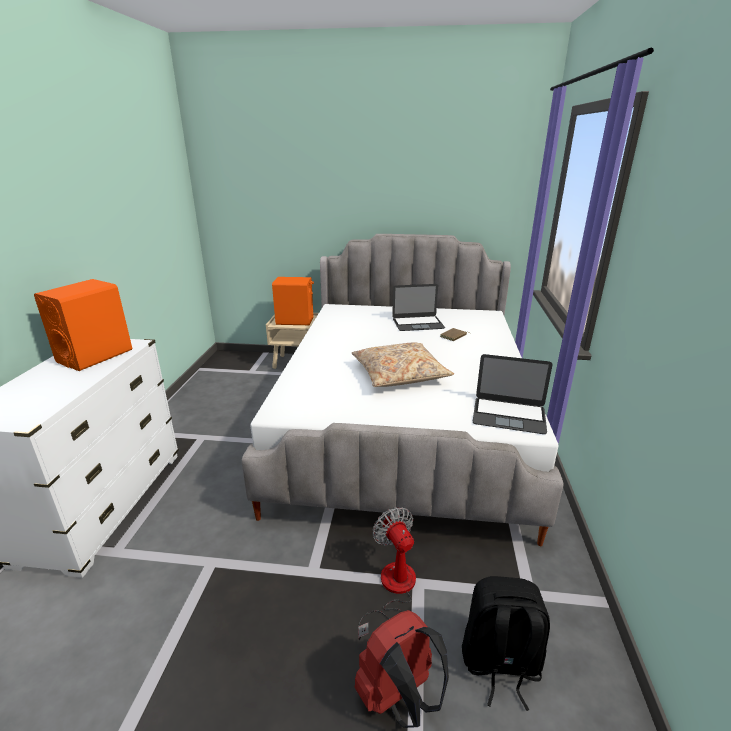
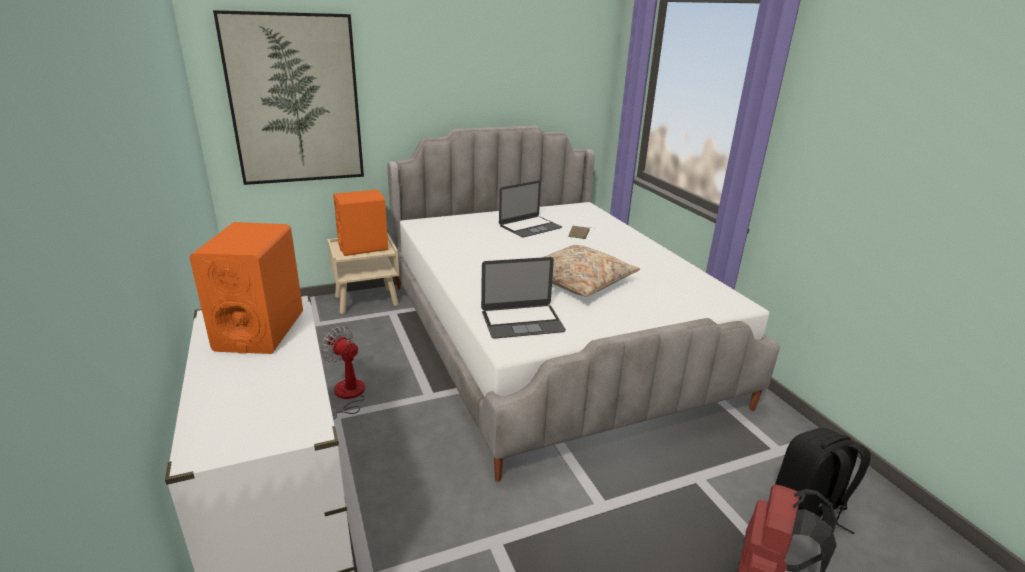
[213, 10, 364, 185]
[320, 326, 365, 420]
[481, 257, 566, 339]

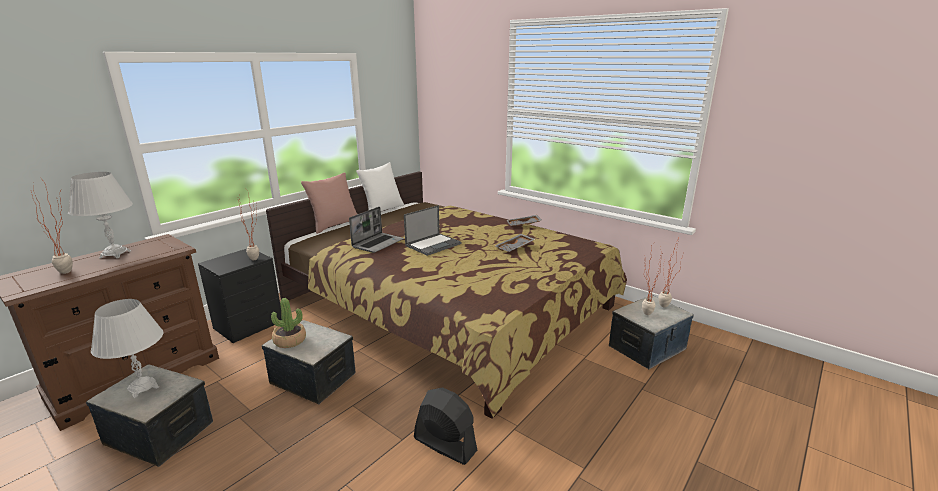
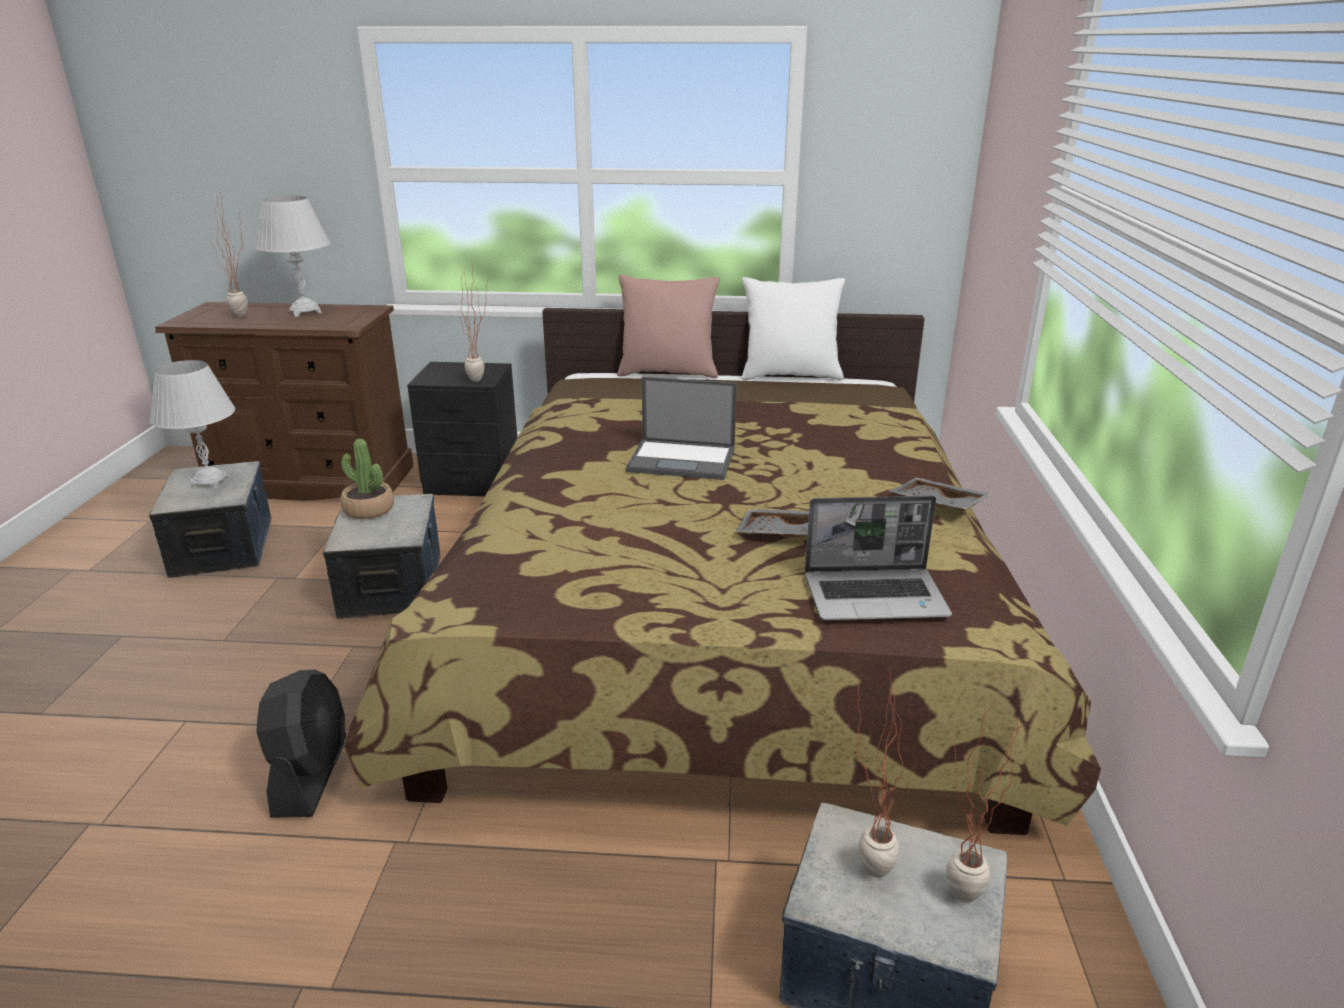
[805, 496, 952, 620]

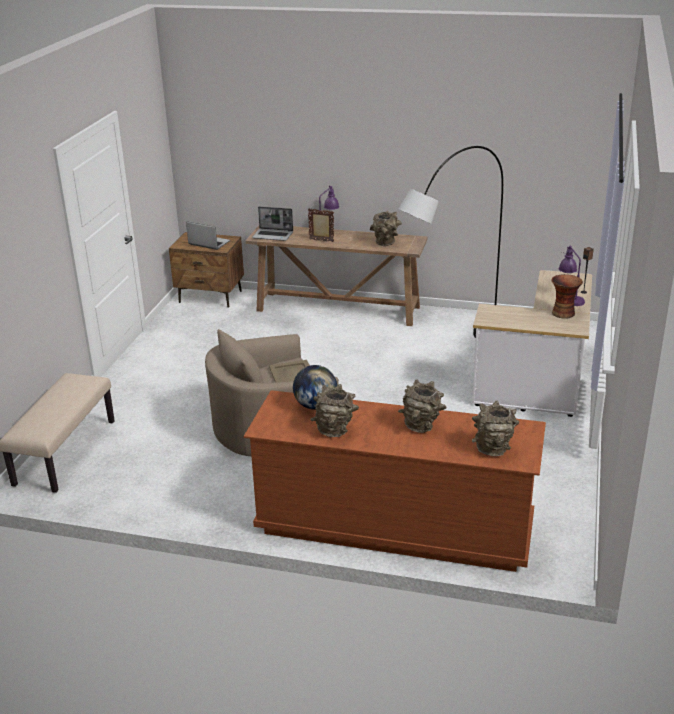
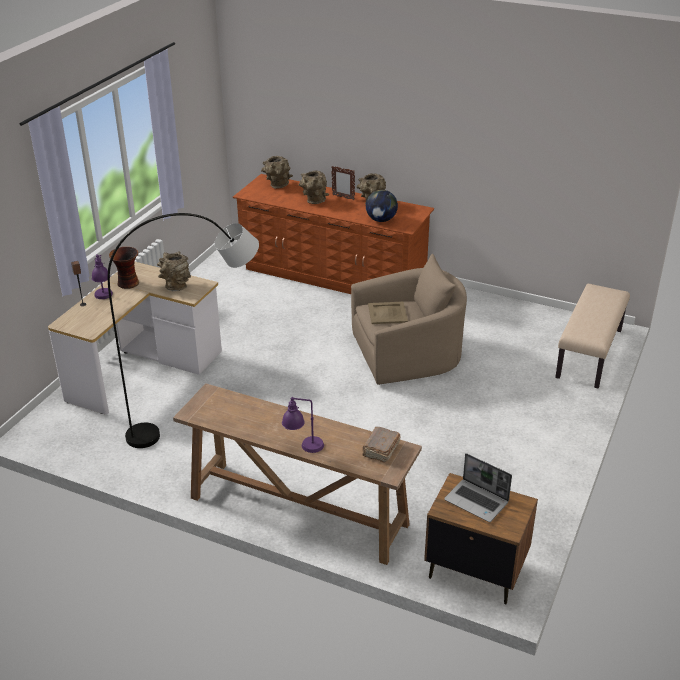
[331, 166, 355, 200]
[157, 251, 191, 291]
[362, 427, 401, 463]

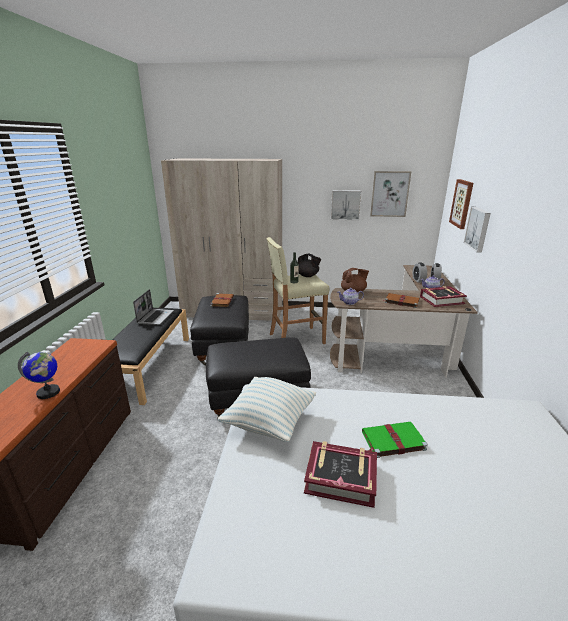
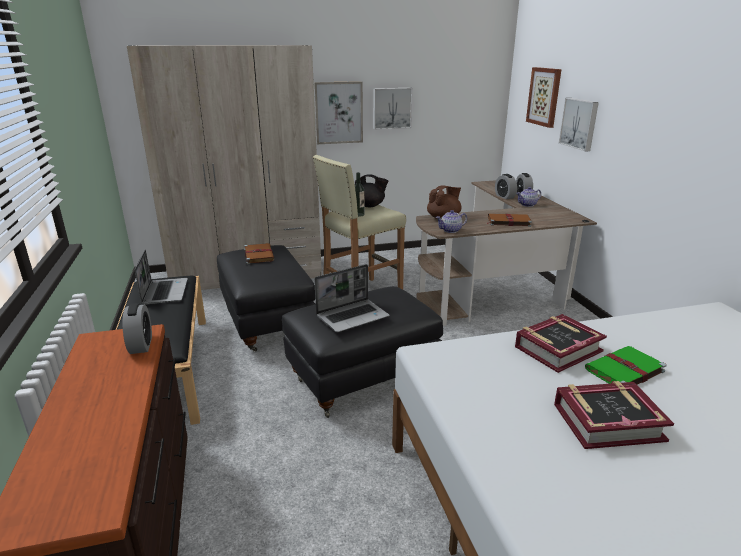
[18, 352, 60, 399] (first image)
[218, 377, 316, 442] (first image)
[122, 303, 152, 354]
[314, 264, 390, 332]
[314, 81, 363, 144]
[515, 314, 607, 373]

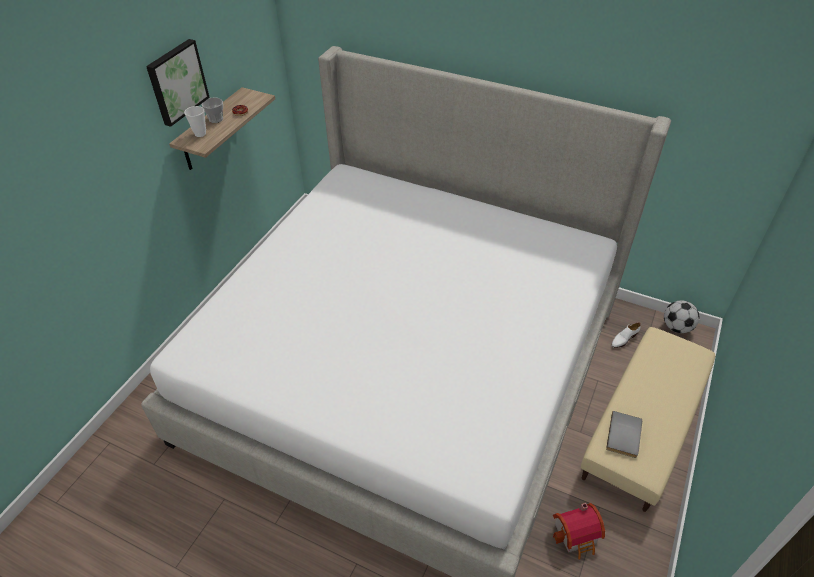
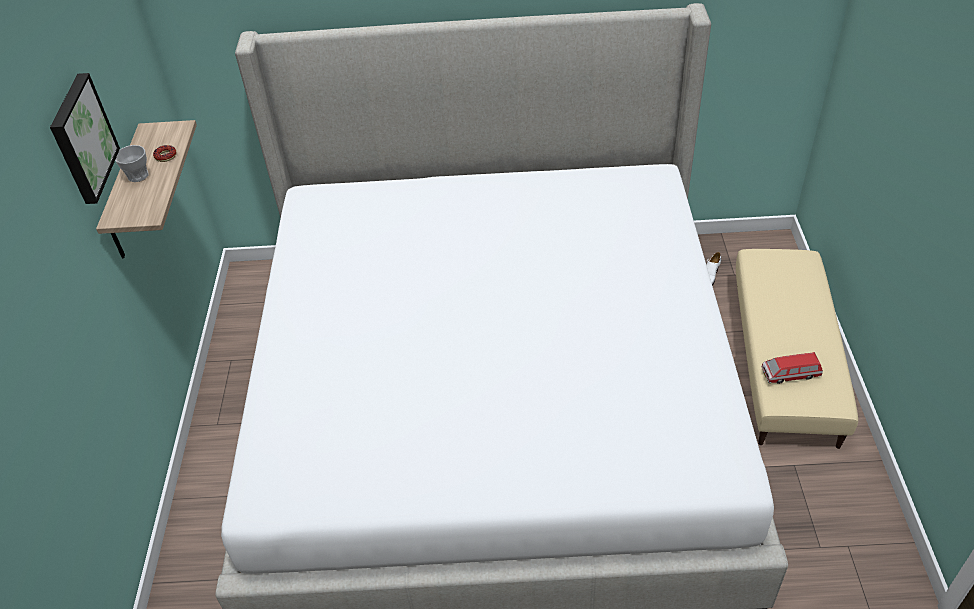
[184, 106, 206, 137] (first image)
[553, 503, 605, 560] (first image)
[664, 300, 699, 333] (first image)
[761, 352, 823, 384]

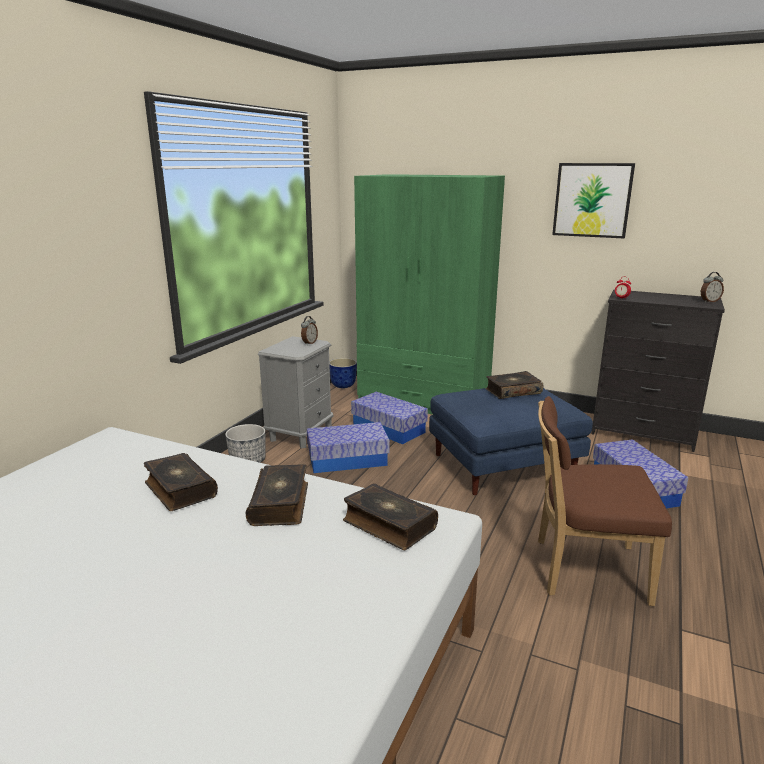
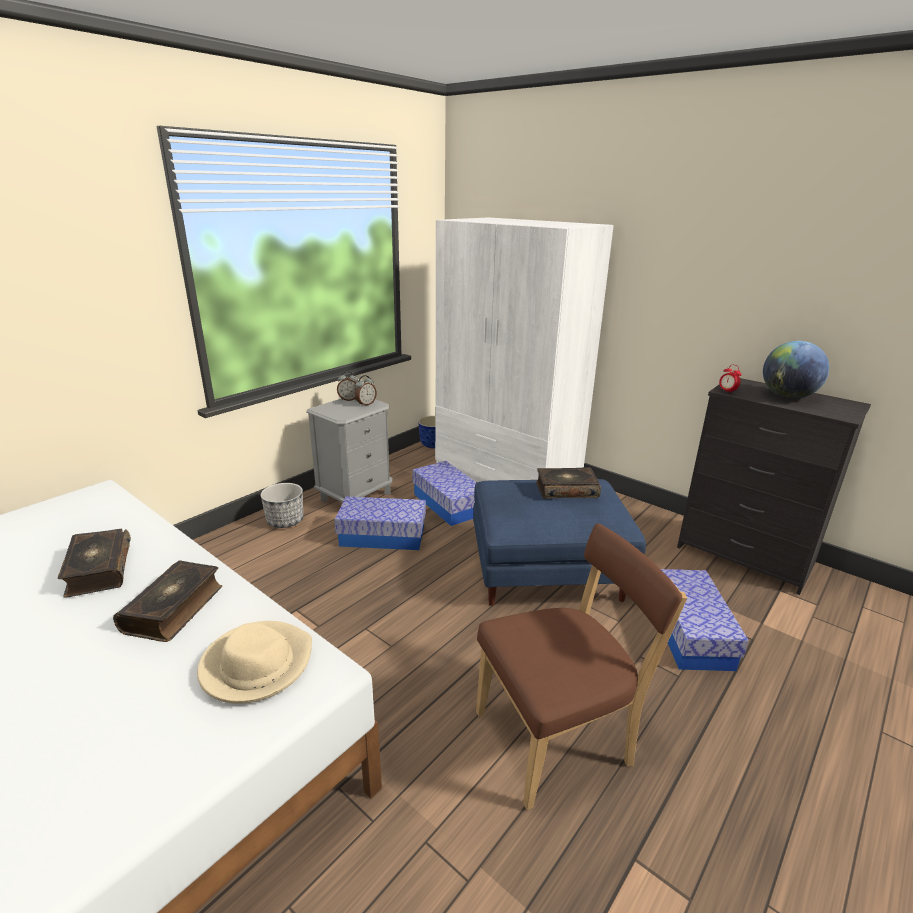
[552, 163, 635, 239] (first image)
[763, 341, 829, 399]
[337, 371, 358, 401]
[197, 621, 312, 704]
[435, 217, 614, 482]
[476, 523, 687, 810]

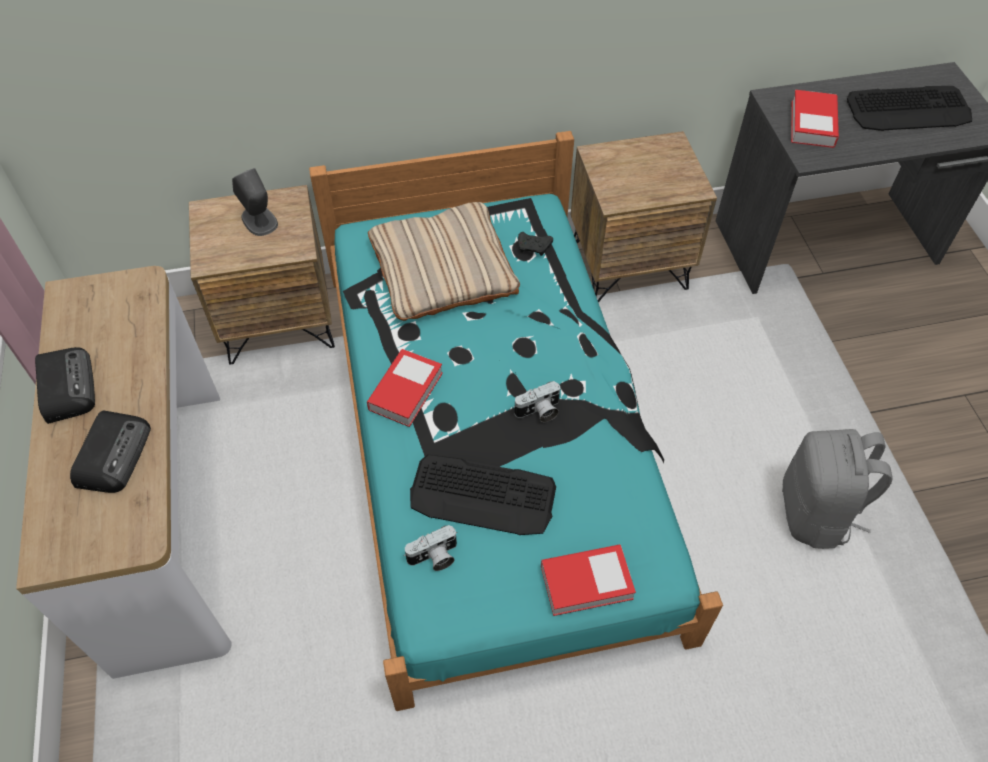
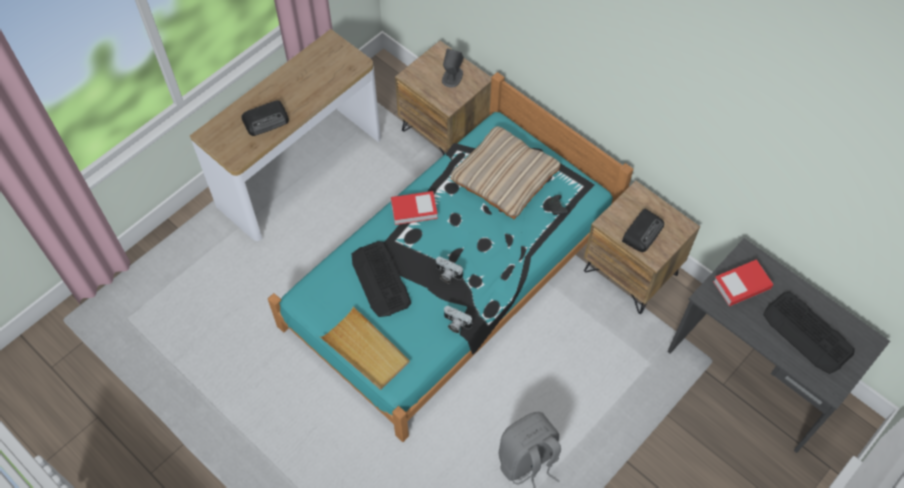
[622, 209, 664, 252]
[444, 306, 473, 333]
[320, 306, 410, 390]

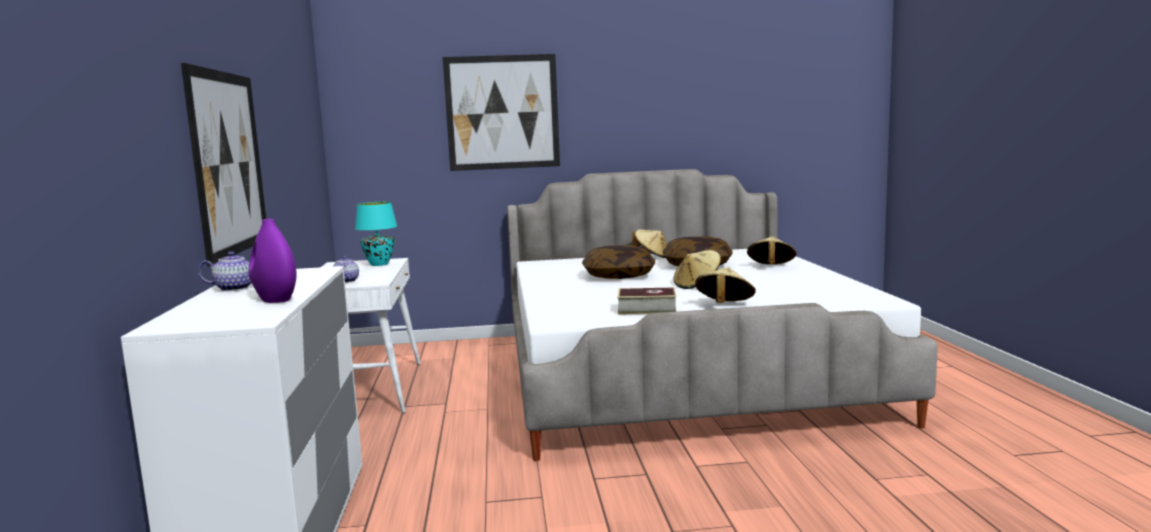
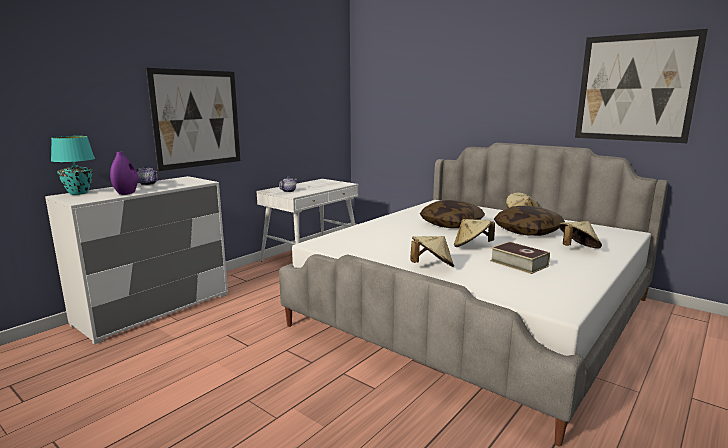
[51, 136, 95, 195]
[575, 29, 708, 143]
[490, 242, 550, 274]

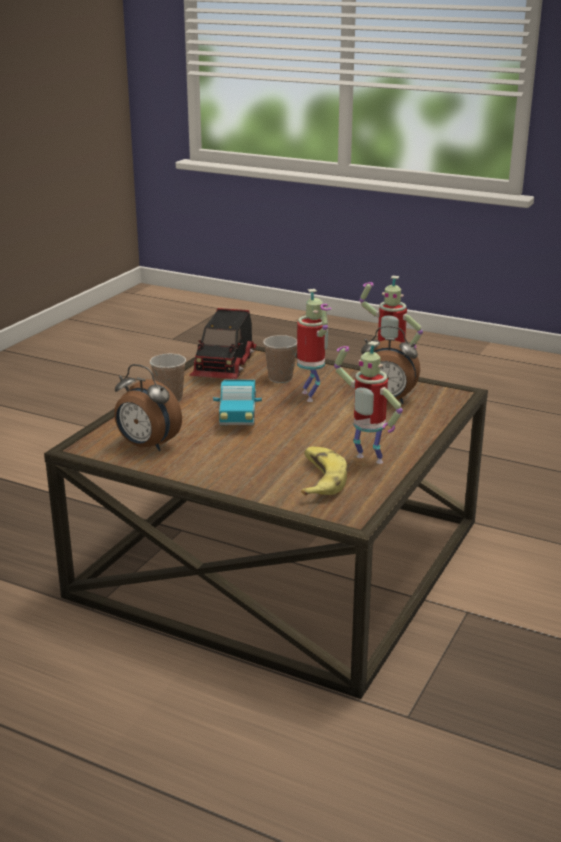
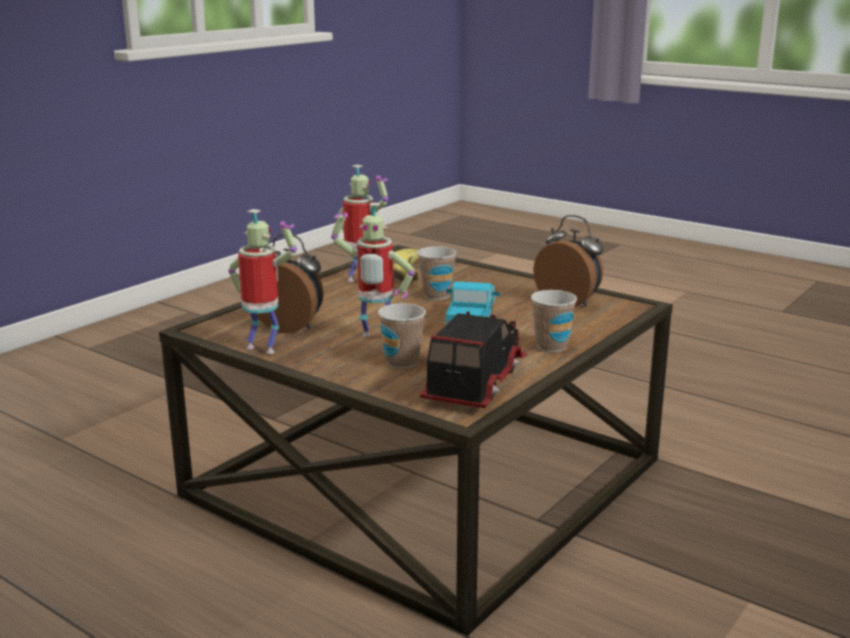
[417, 246, 457, 300]
[331, 203, 415, 337]

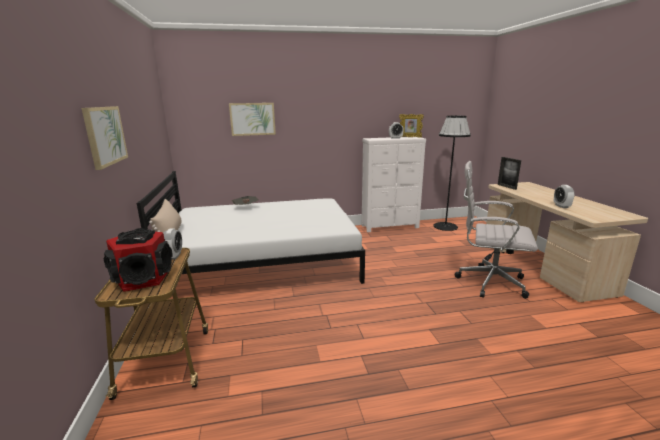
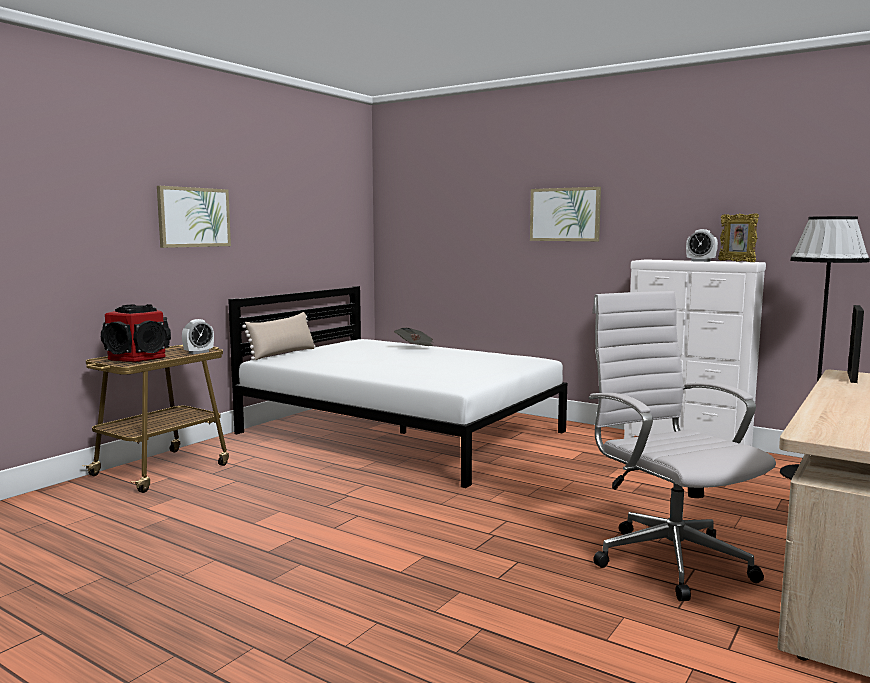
[553, 185, 575, 208] (first image)
[530, 187, 601, 241]

